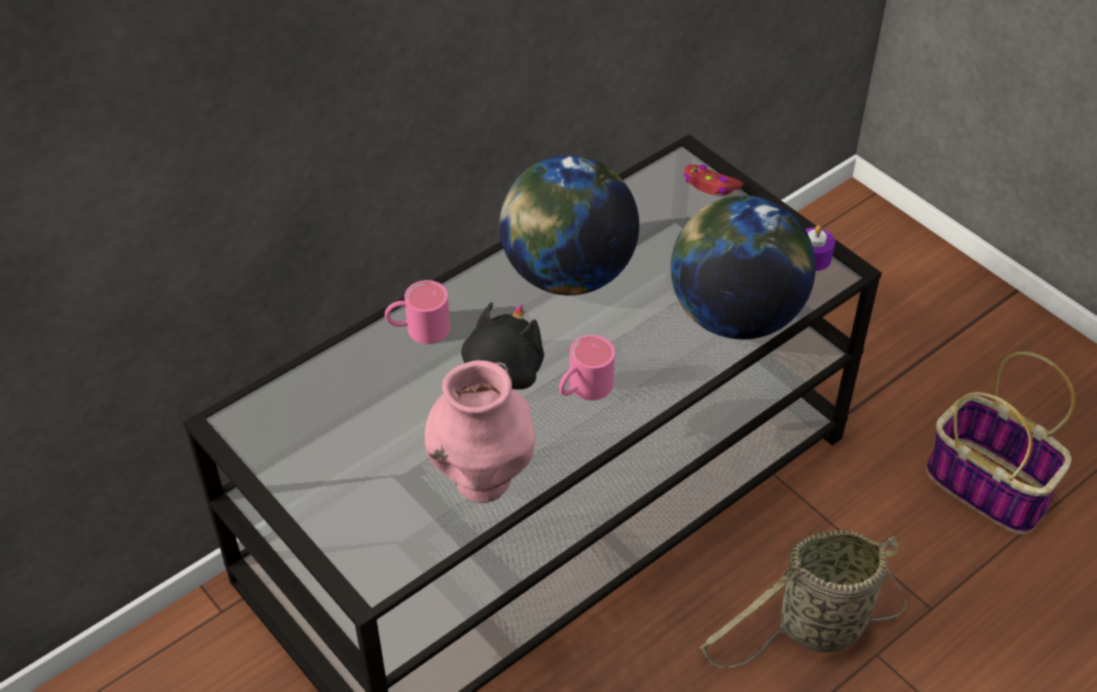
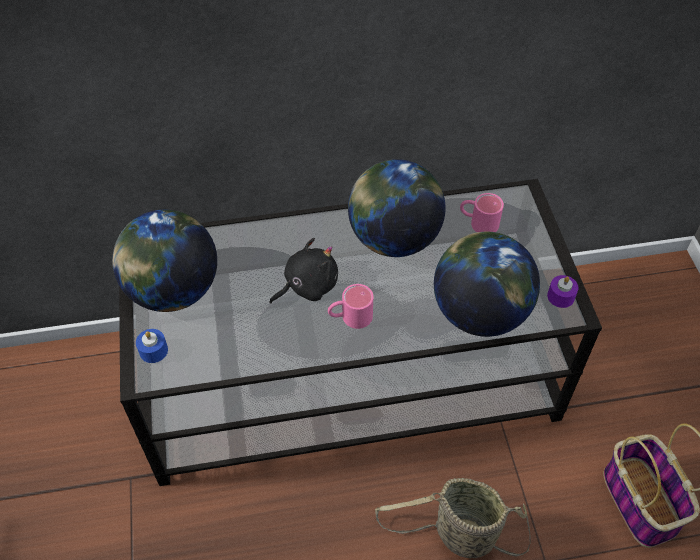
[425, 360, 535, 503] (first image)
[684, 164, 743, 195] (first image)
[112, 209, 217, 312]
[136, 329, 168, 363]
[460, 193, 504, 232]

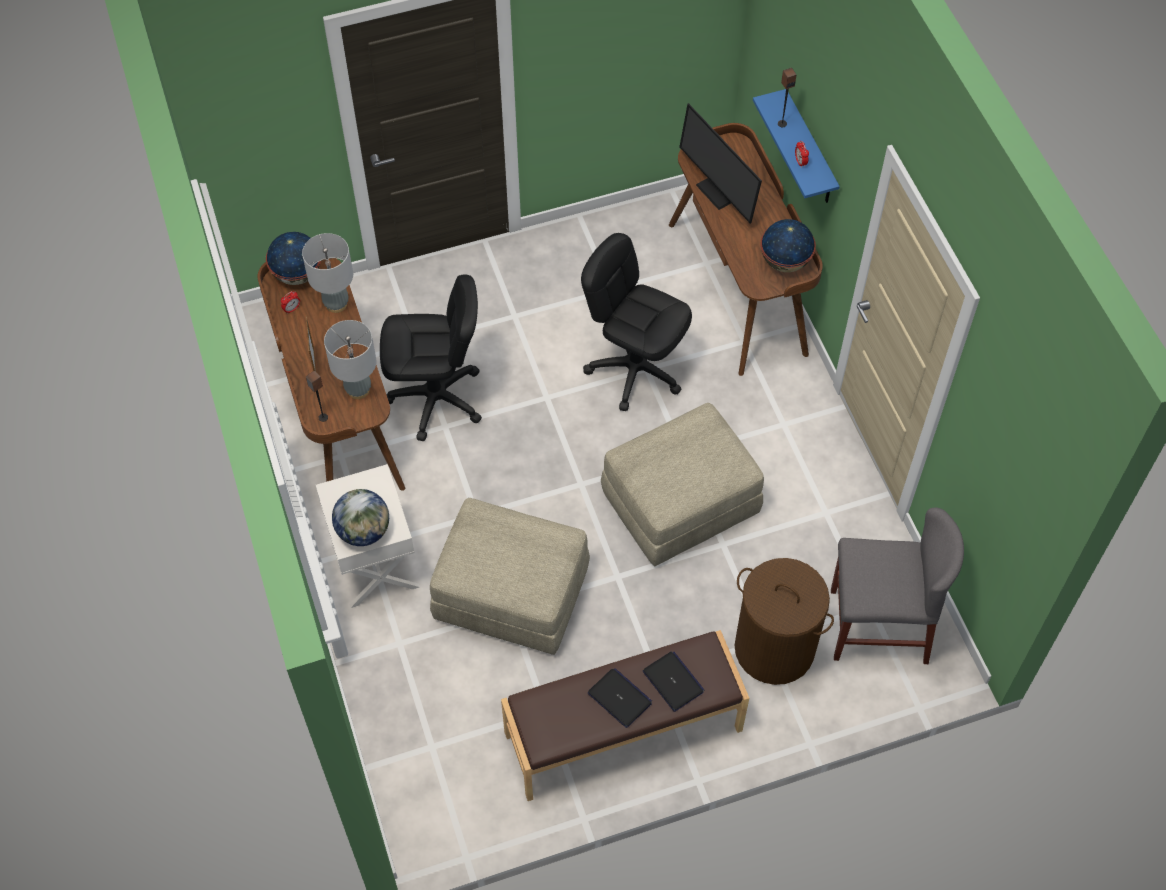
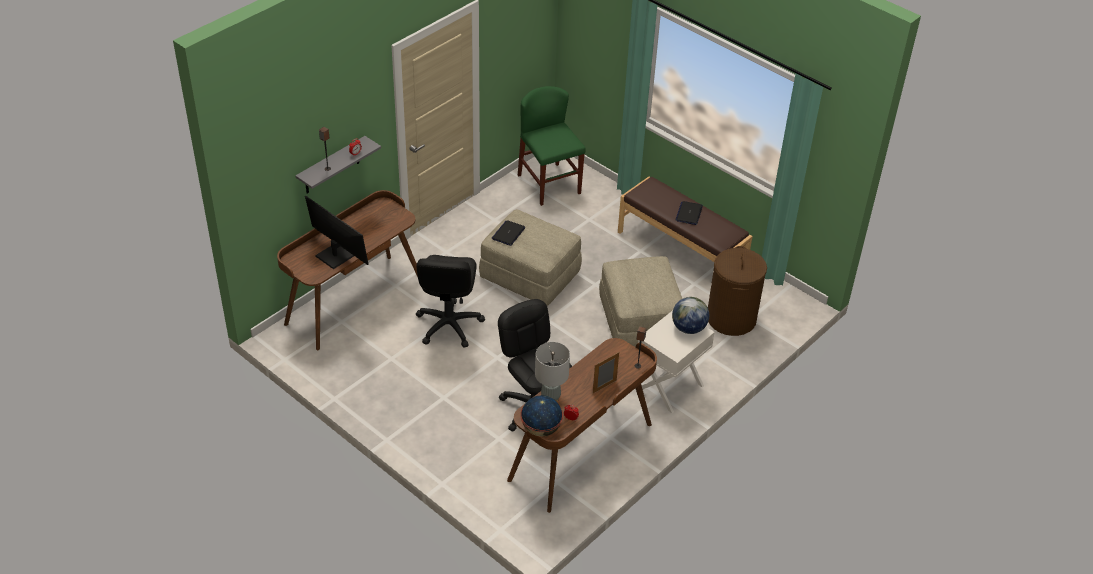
[324, 320, 376, 399] (first image)
[760, 219, 816, 272] (first image)
[492, 220, 525, 246]
[708, 246, 767, 336]
[295, 136, 381, 194]
[518, 86, 586, 206]
[305, 196, 369, 269]

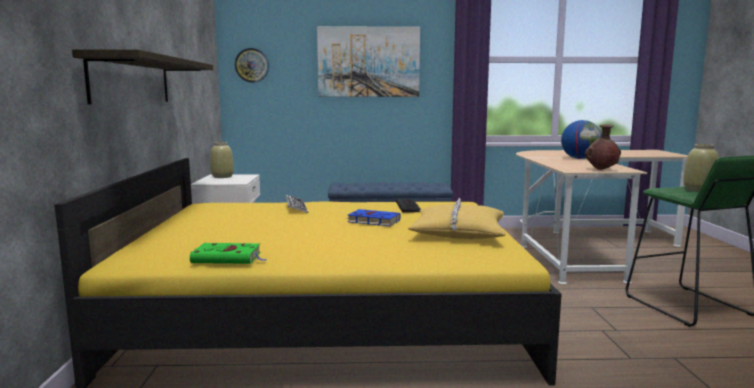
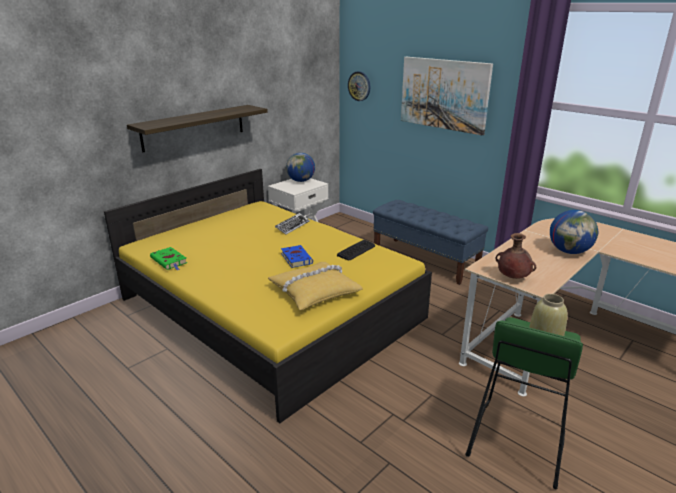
[286, 153, 315, 182]

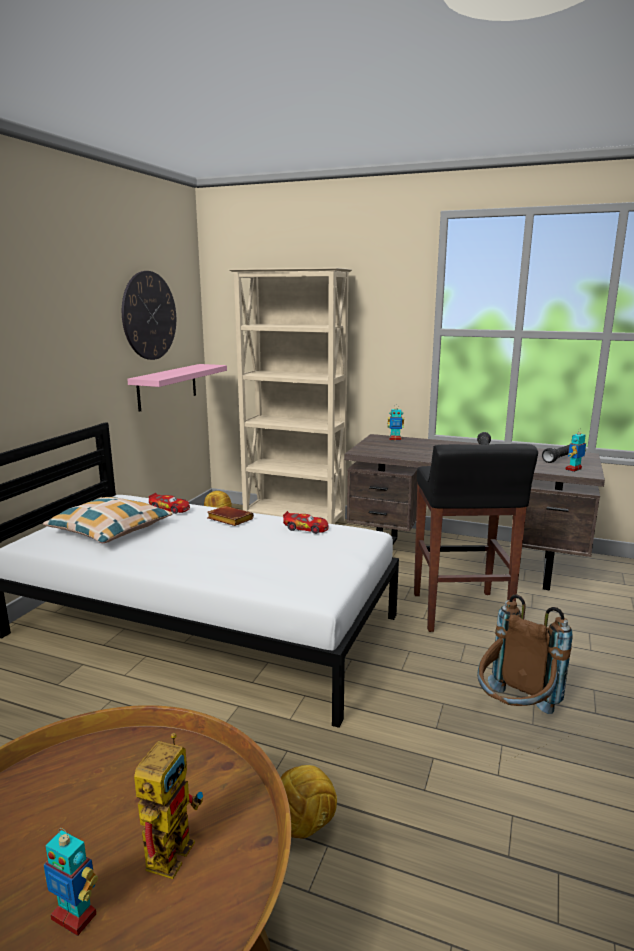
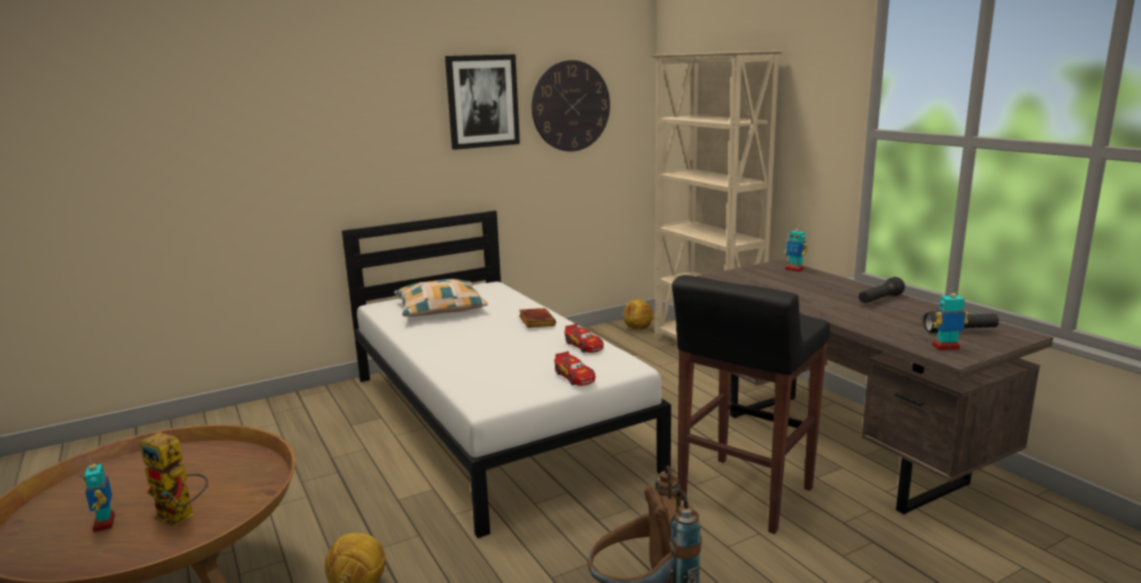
[127, 364, 227, 412] (first image)
[445, 54, 520, 150]
[554, 351, 595, 386]
[139, 432, 208, 527]

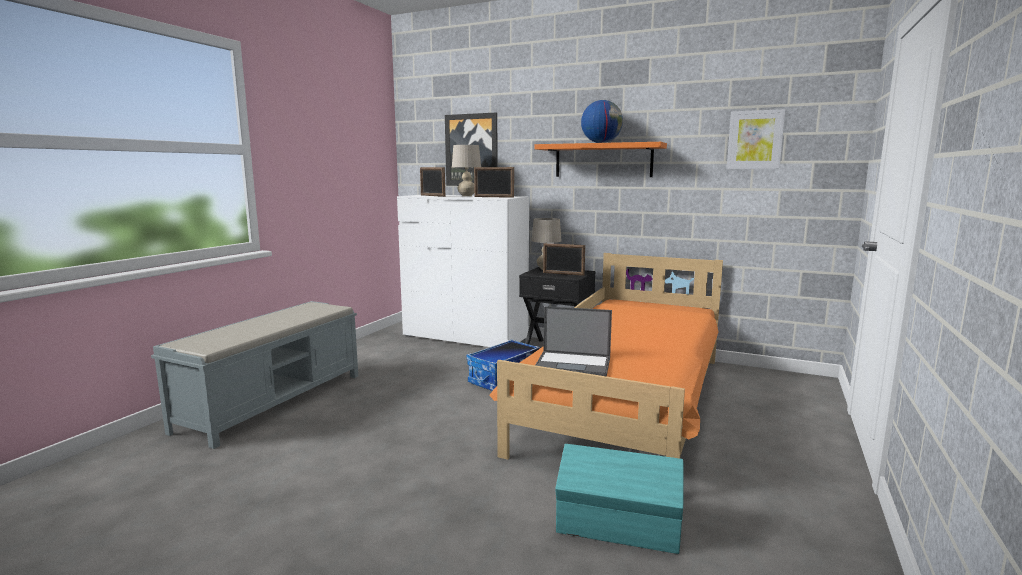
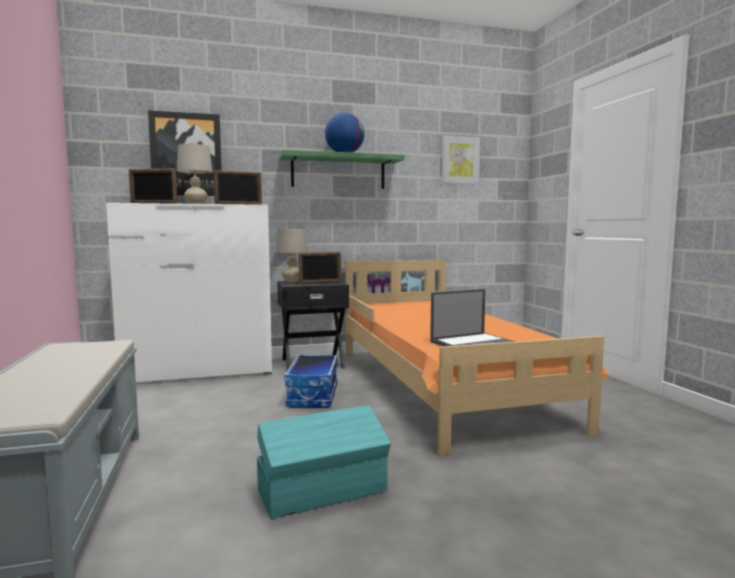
[257, 405, 391, 519]
[279, 150, 405, 189]

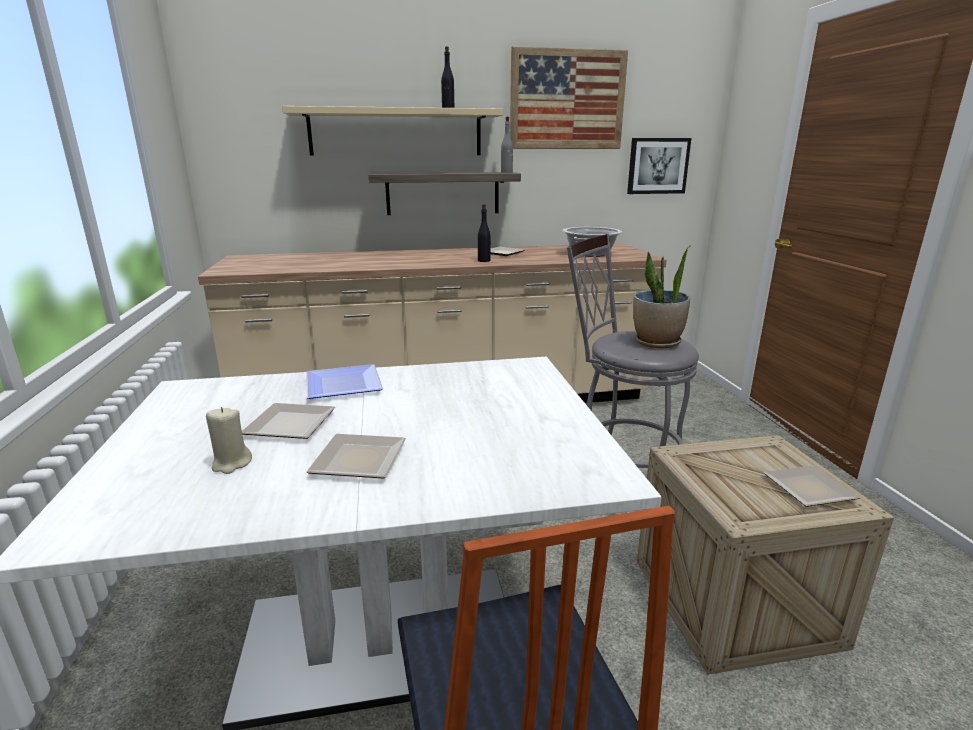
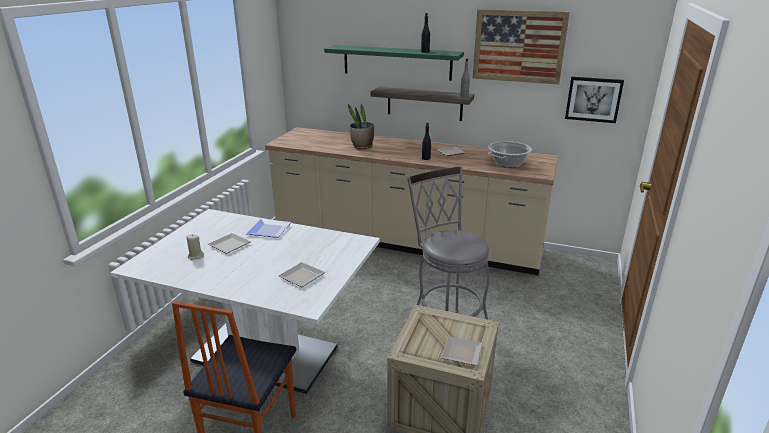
[278, 262, 325, 287]
[348, 104, 374, 149]
[324, 45, 464, 81]

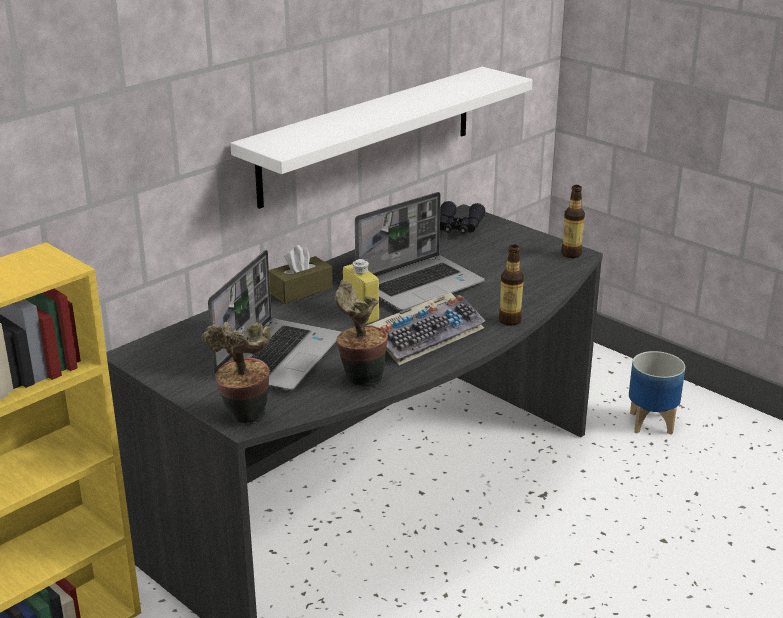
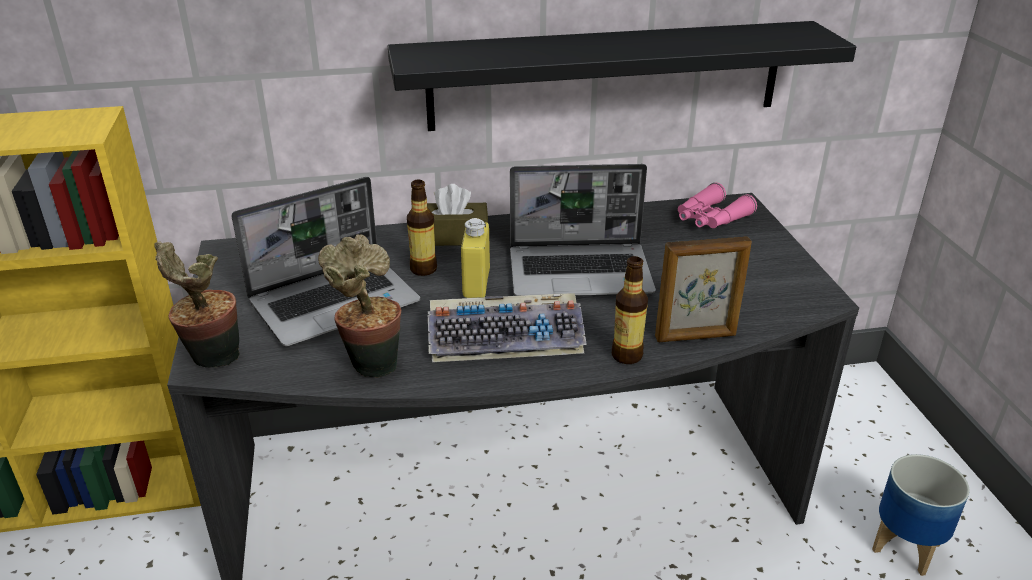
[655, 236, 752, 342]
[407, 179, 437, 276]
[388, 21, 856, 131]
[678, 183, 757, 228]

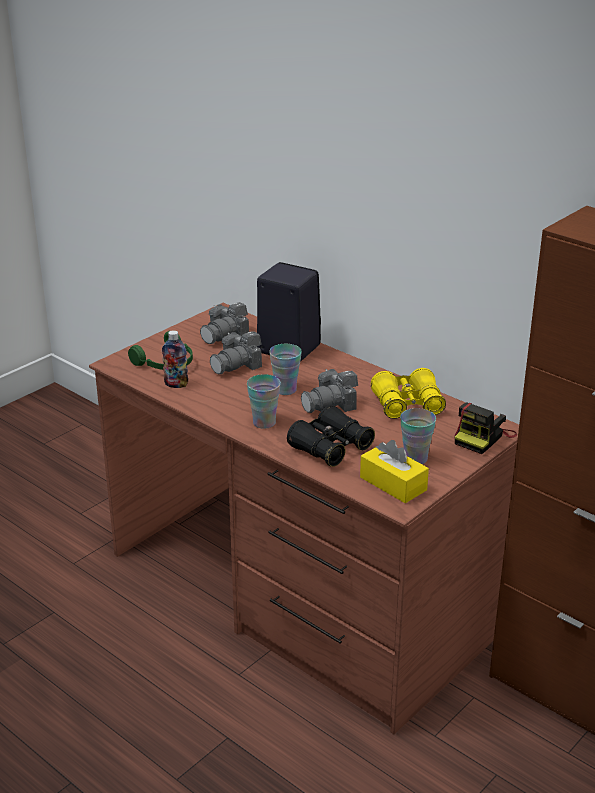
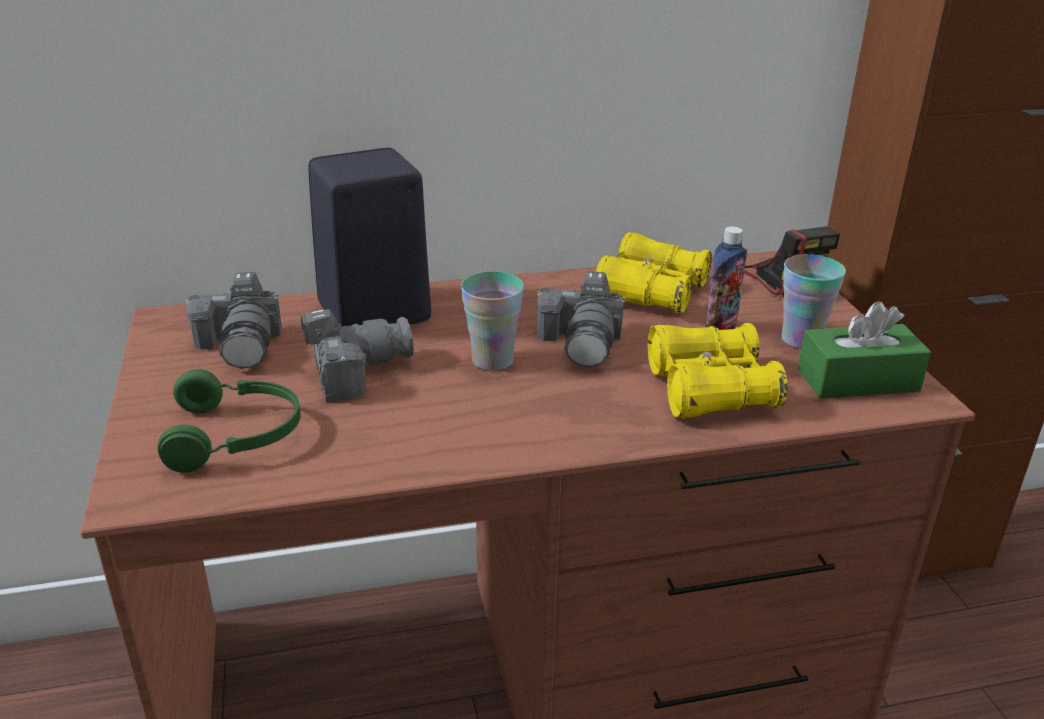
[247, 374, 281, 429] (first image)
[705, 226, 747, 330]
[648, 323, 788, 419]
[798, 301, 931, 399]
[301, 309, 414, 403]

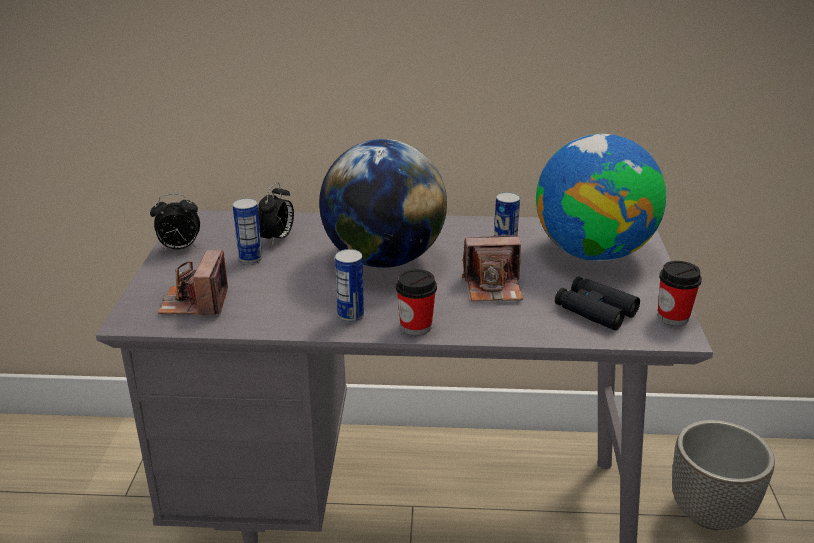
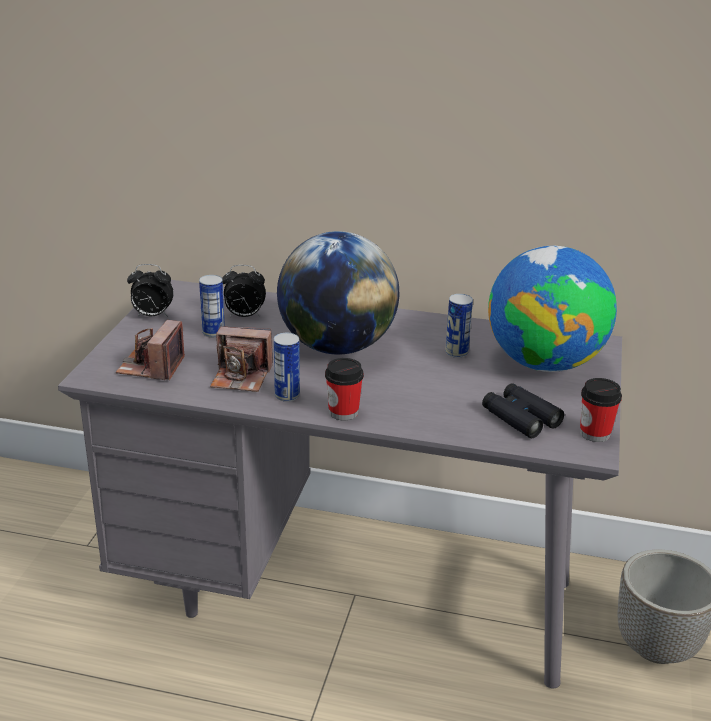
[210, 327, 273, 392]
[222, 265, 266, 318]

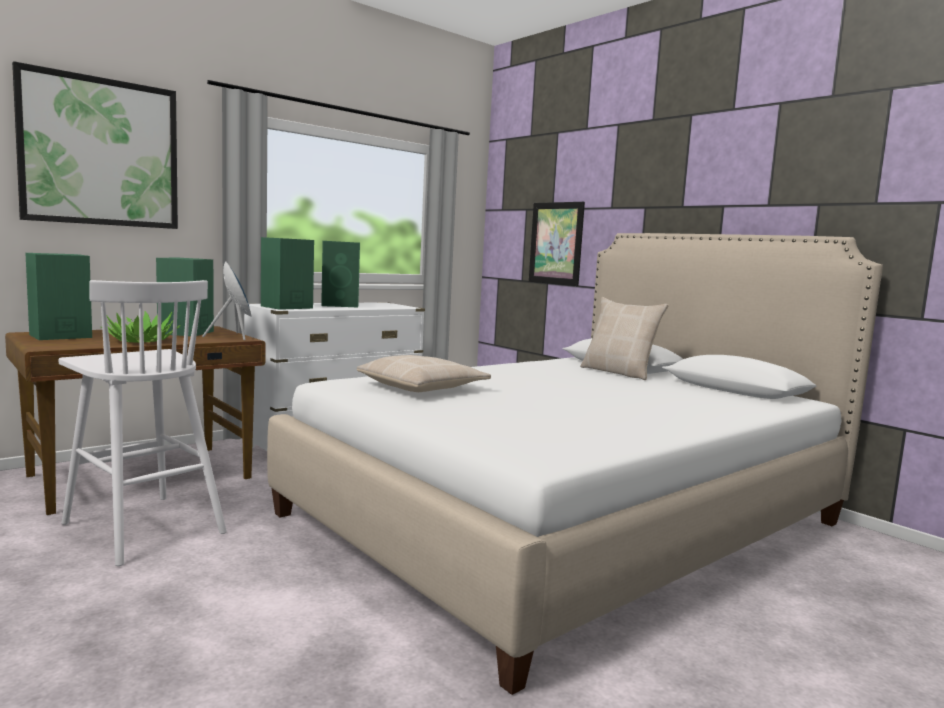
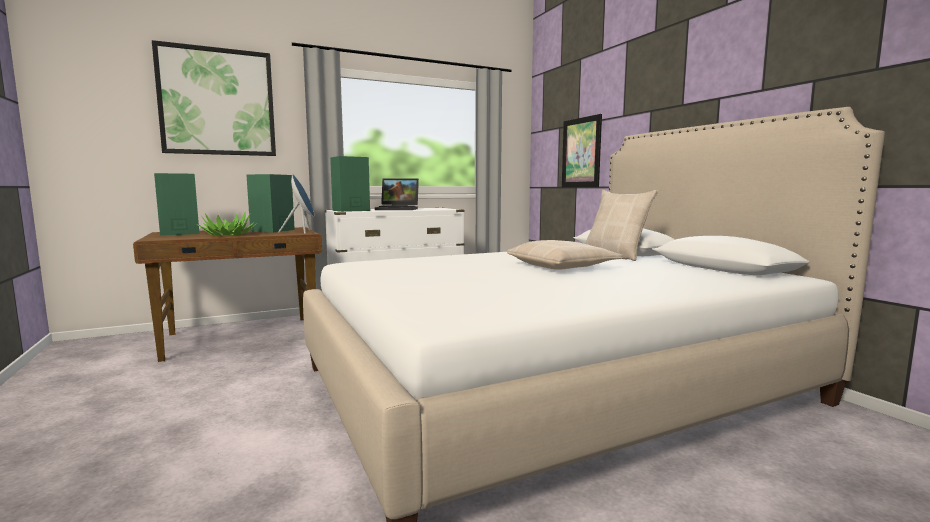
[59, 280, 227, 566] (first image)
[507, 240, 623, 270]
[375, 179, 419, 210]

